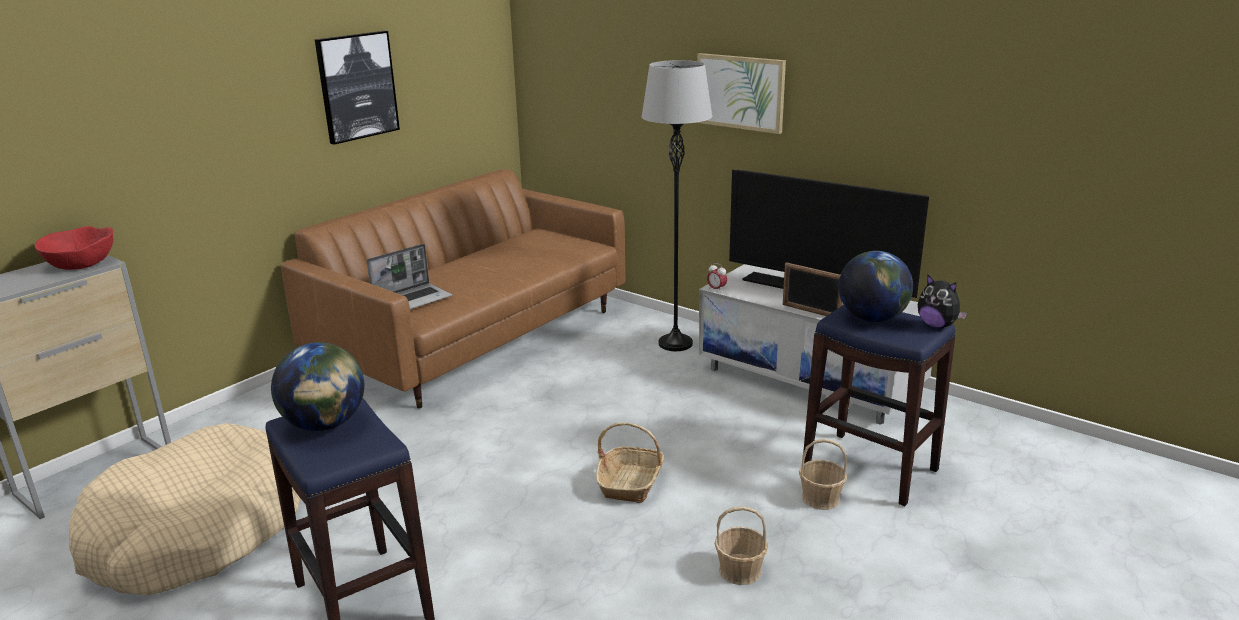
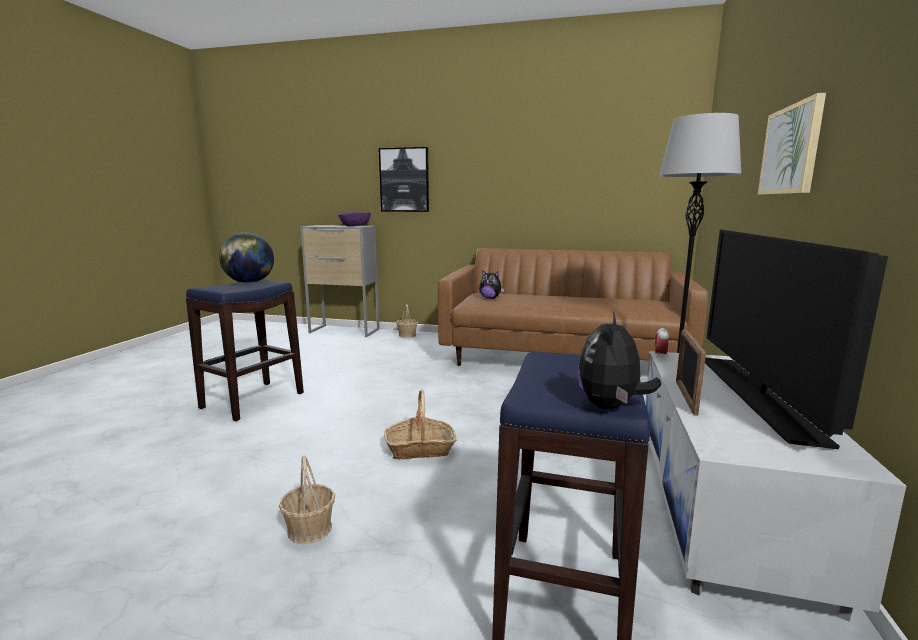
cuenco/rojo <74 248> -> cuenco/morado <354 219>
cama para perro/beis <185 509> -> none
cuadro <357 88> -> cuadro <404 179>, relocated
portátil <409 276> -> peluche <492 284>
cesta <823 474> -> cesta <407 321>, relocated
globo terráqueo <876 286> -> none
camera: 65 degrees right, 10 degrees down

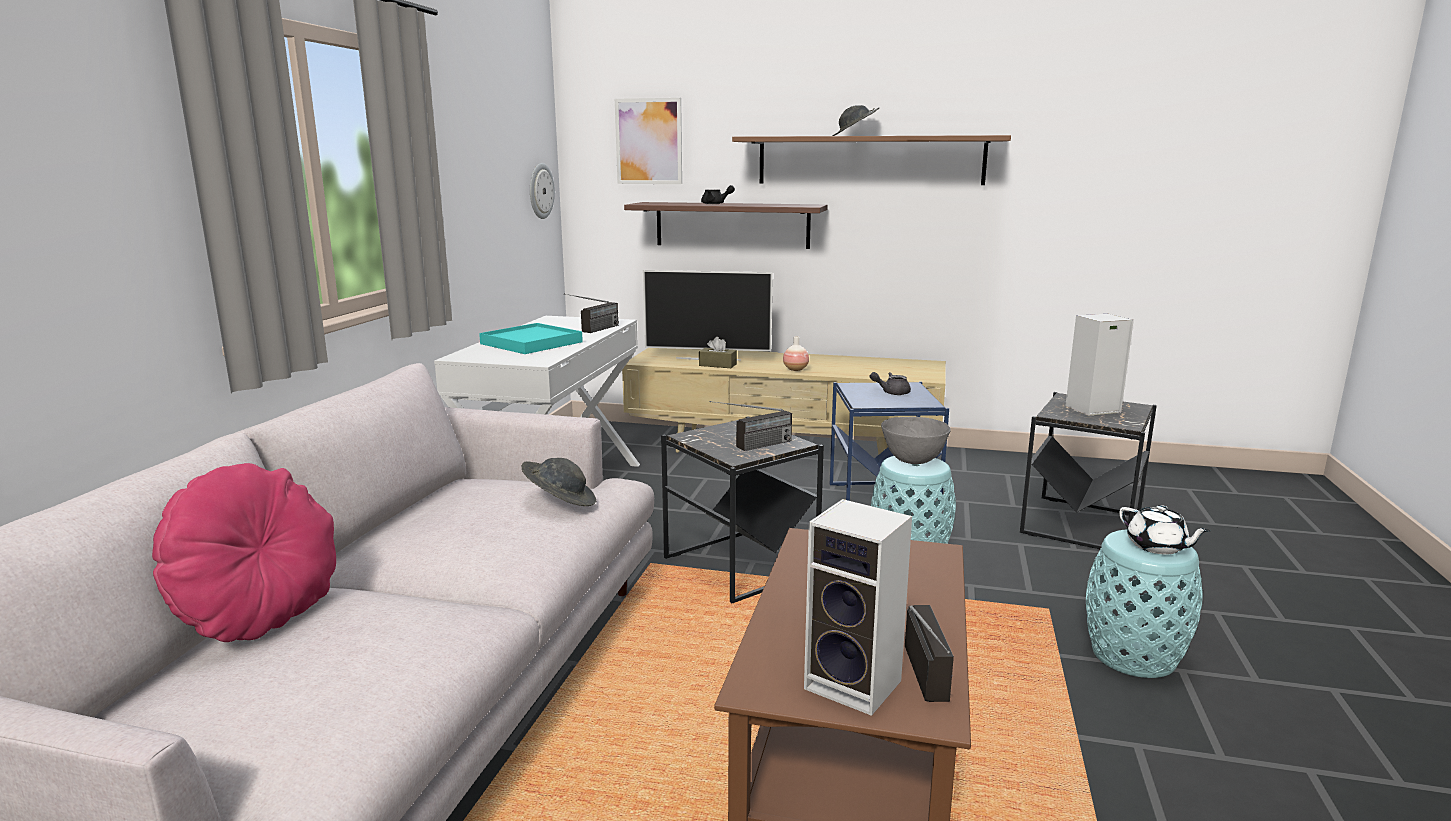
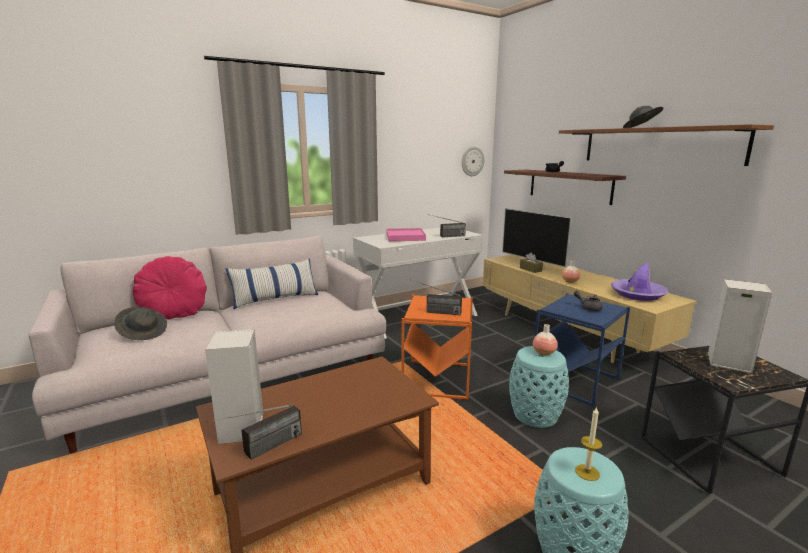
bandeja/turquesa <531 338> -> bandeja/rosa <406 234>
sombrero/gris <559 482> -> sombrero/gris <140 323>, relocated
cuadro <648 141> -> none
mesa auxiliar/negro <742 509> -> mesa auxiliar/naranja <437 347>
cuenco/gris <916 440> -> florero <545 339>
tetera/blanco <1164 530> -> vela <589 444>
none -> cojín <272 283>
none -> sombrero/morado <639 281>
camera: 45 degrees right, 0 degrees up

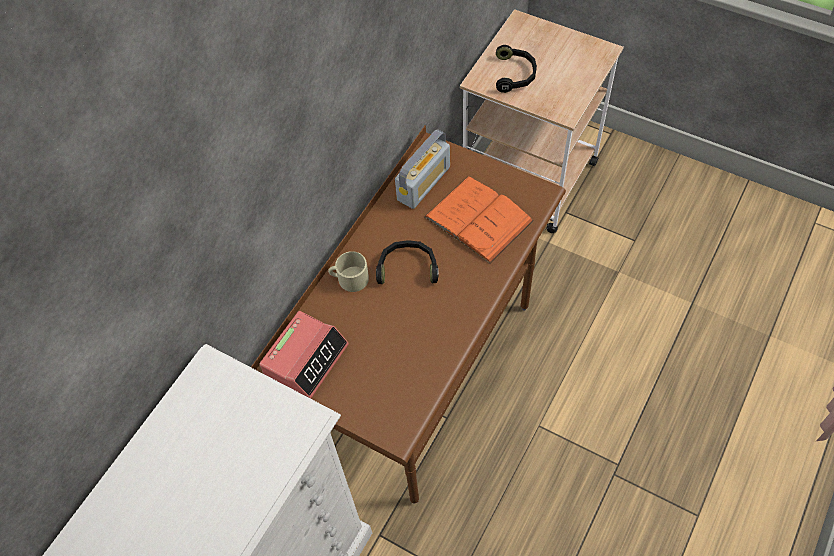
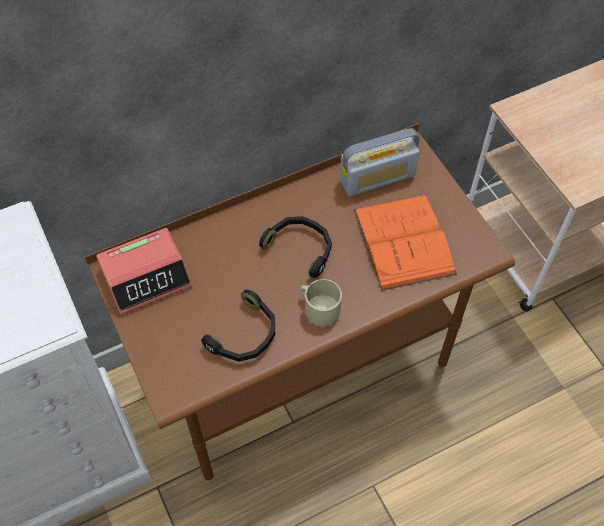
taza grande/beis <348 271> -> taza grande/beis <321 302>, relocated
auriculares/negro <516 69> -> auriculares/negro <238 325>, relocated
camera: 30 degrees right, 0 degrees up

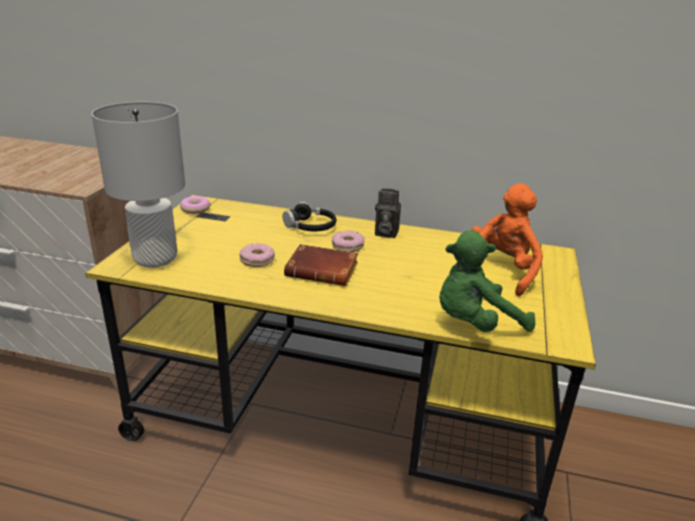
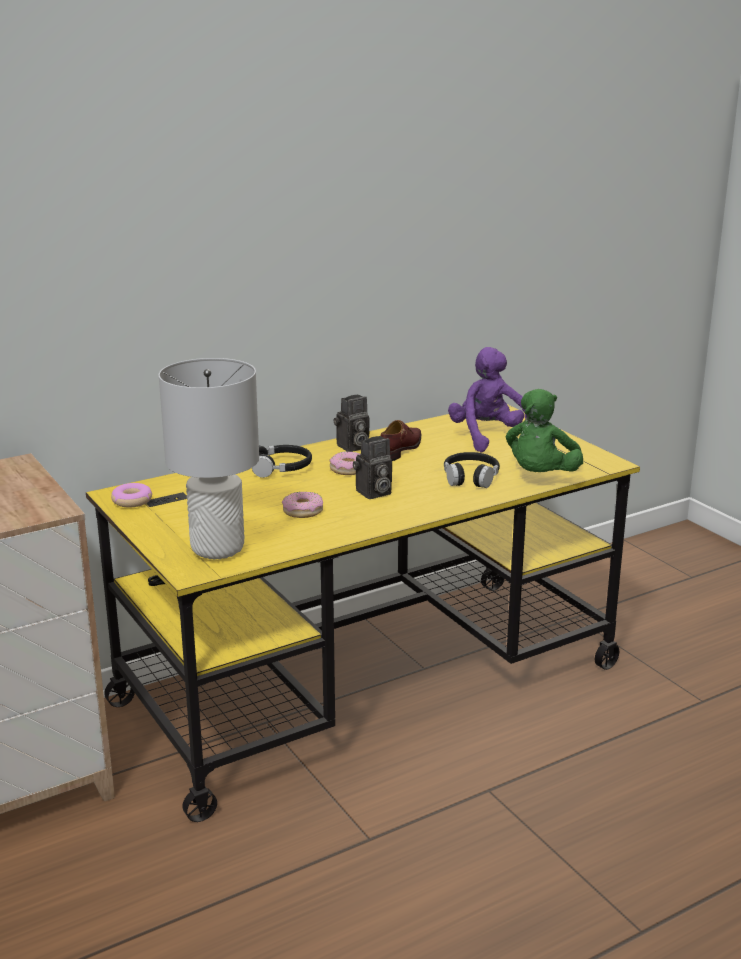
libro/marrón <321 265> -> cámara <372 467>
peluche/naranja <507 239> -> peluche/morado <487 399>
none -> zapato/marrón <401 440>
none -> auriculares/negro <472 470>
camera: 45 degrees left, 5 degrees down

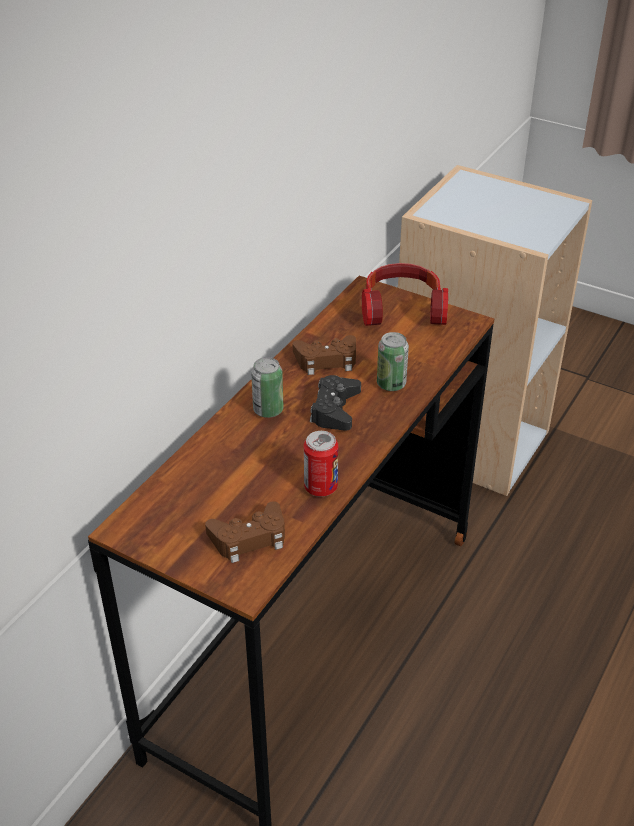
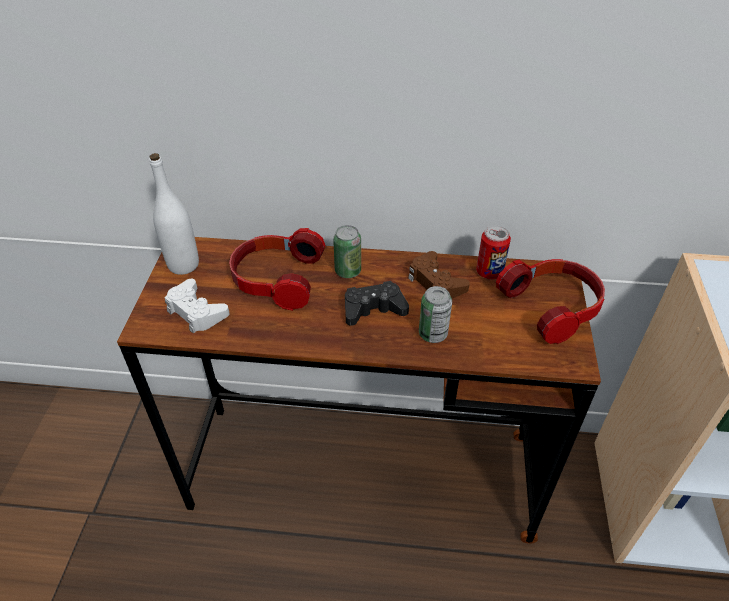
mando de consola/marrón <245 532> -> mando de consola/blanco <196 306>
lata <321 464> -> lata <493 252>, relocated
none -> botella/blanco <174 214>
none -> auriculares <277 269>
camera: 65 degrees right, 5 degrees up

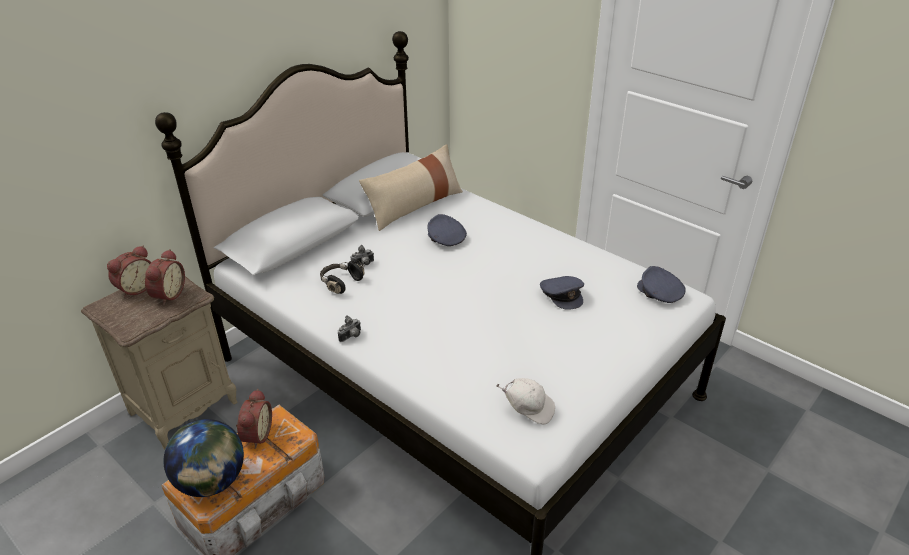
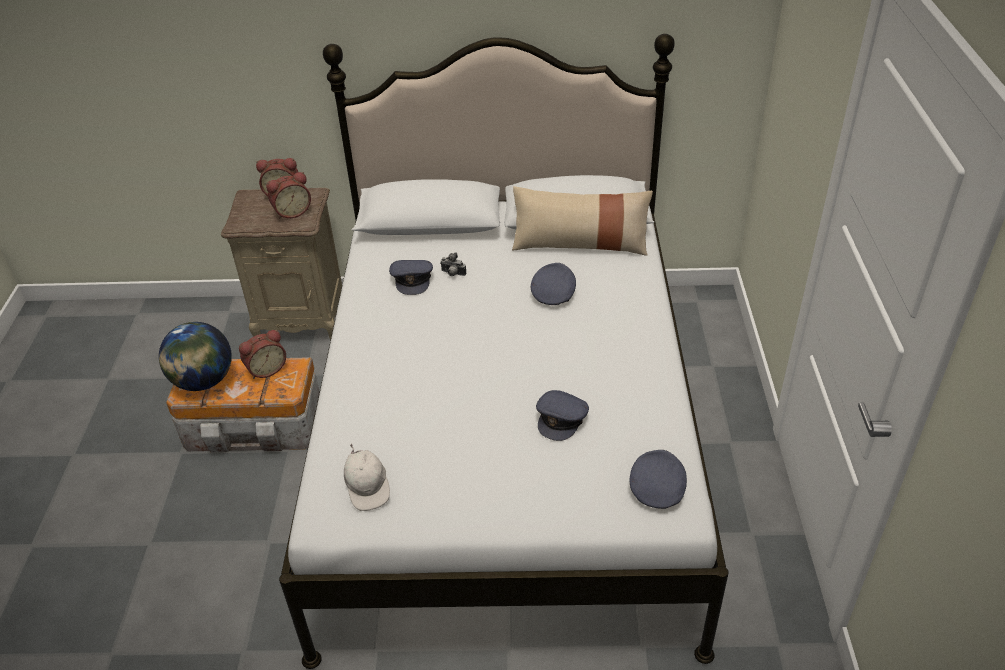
auriculares/negro <342 276> -> gorra/gris <411 277>
cámara <349 329> -> none
camera: 50 degrees right, 5 degrees up

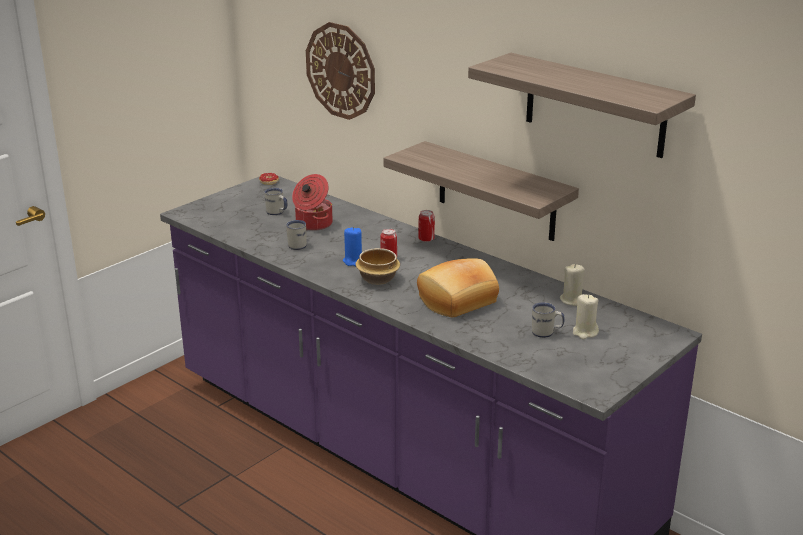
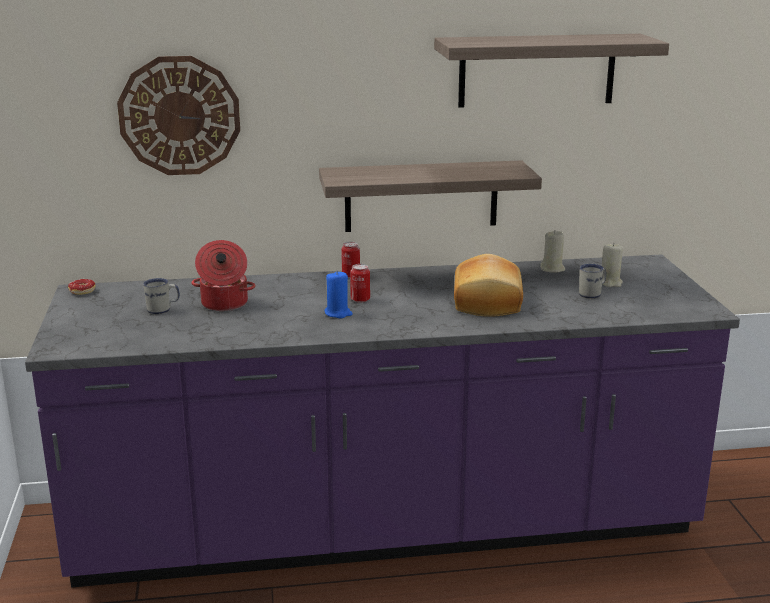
taza grande/blanco <296 235> -> none
cuenco <377 266> -> none
camera: 50 degrees left, 5 degrees down

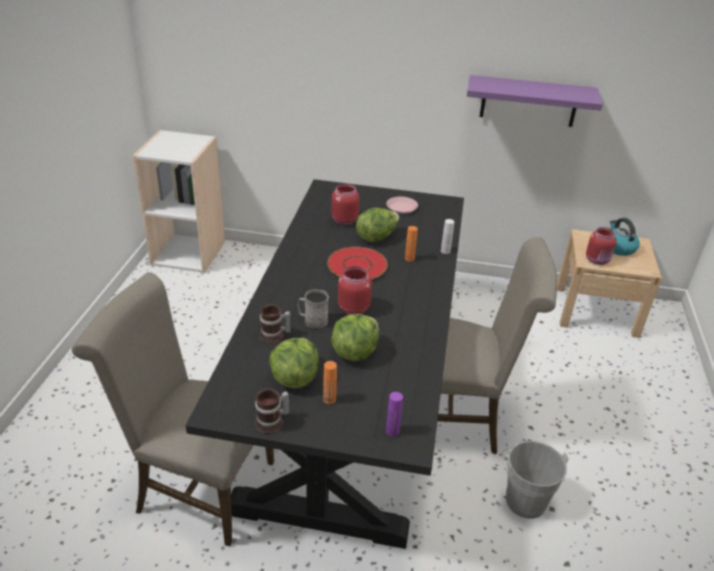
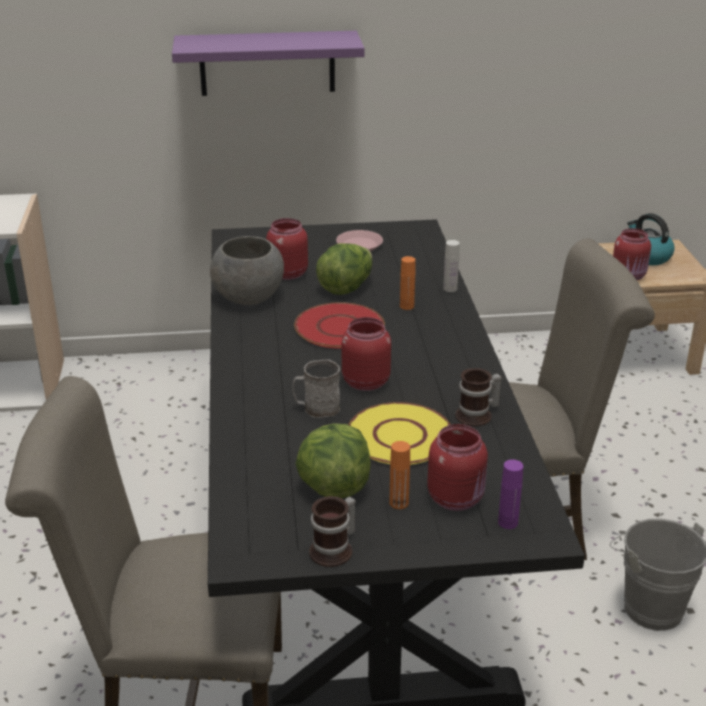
taza grande <275 324> -> taza grande <478 397>, relocated
lechuga <355 337> -> plato/amarillo <399 433>
estante/morado <535 101> -> estante/morado <268 63>, relocated
none -> cuenco/gris <247 270>
none -> tarro/rojo <457 467>
camera: 15 degrees left, 5 degrees down

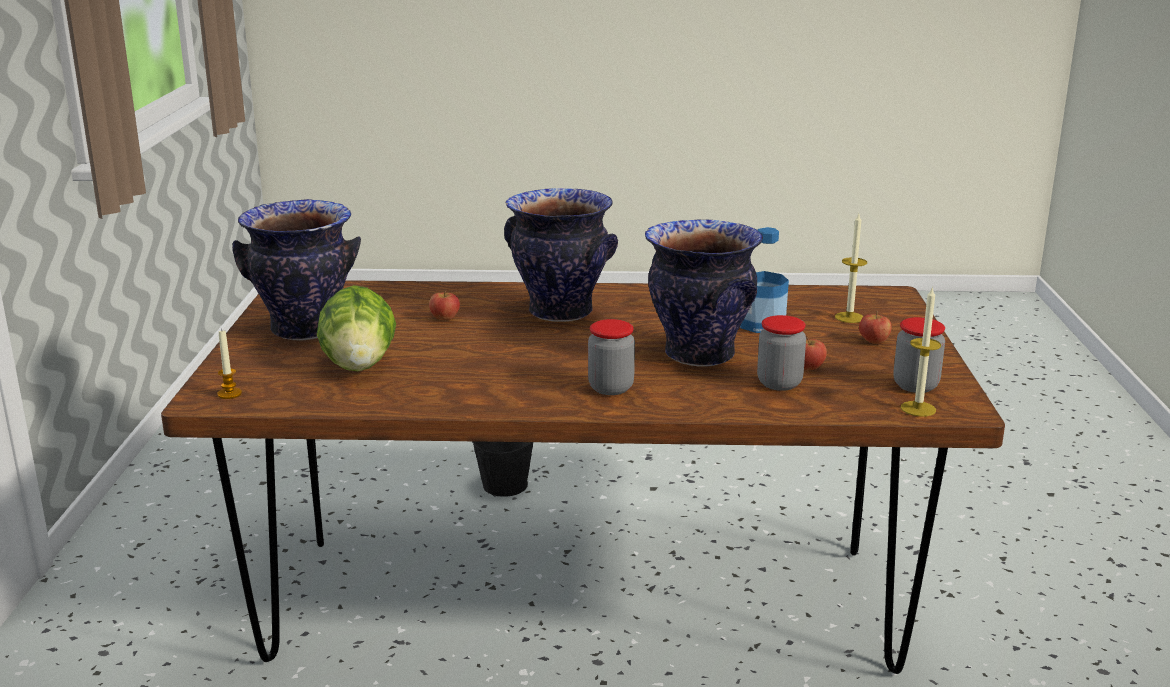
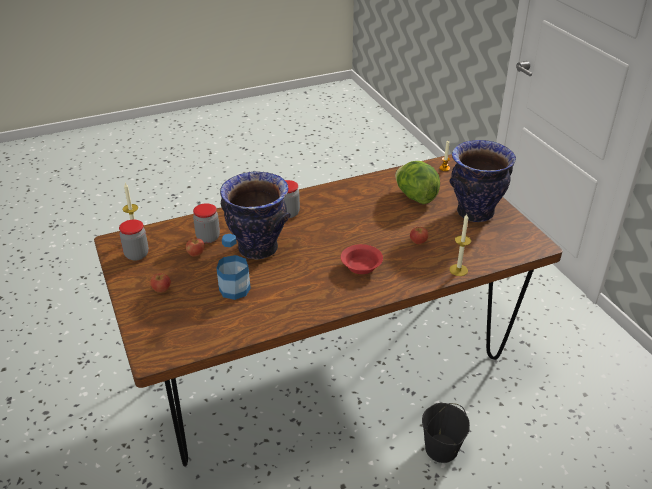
florero <561 255> -> cuenco/rojo <362 259>
vela <851 268> -> vela <460 245>, relocated
camera: 155 degrees right, 15 degrees up

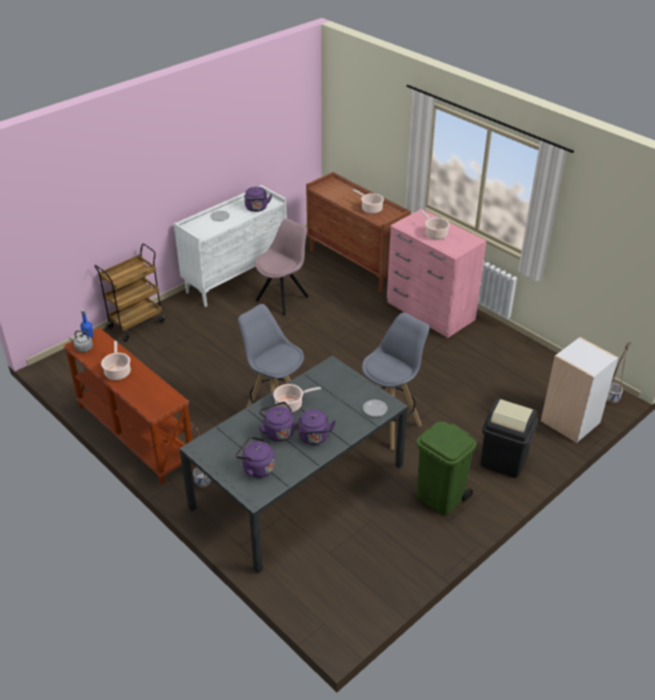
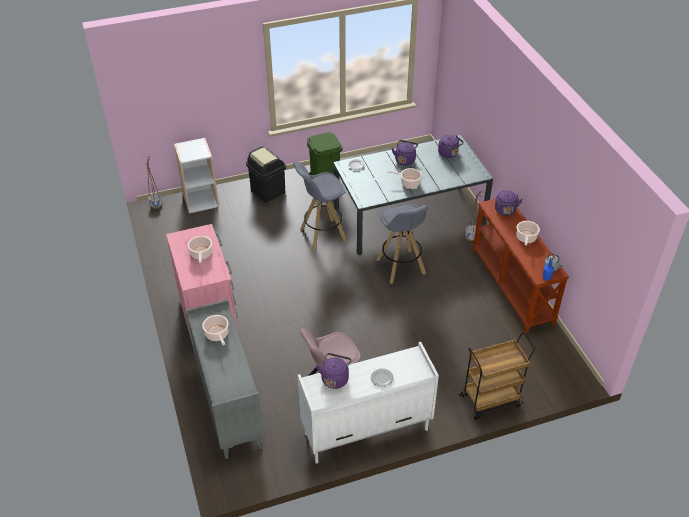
hervidor/morado <277 422> -> hervidor/morado <509 202>, relocated
armario/marrón <358 232> -> armario/gris <225 379>
camera: 155 degrees left, 5 degrees up

